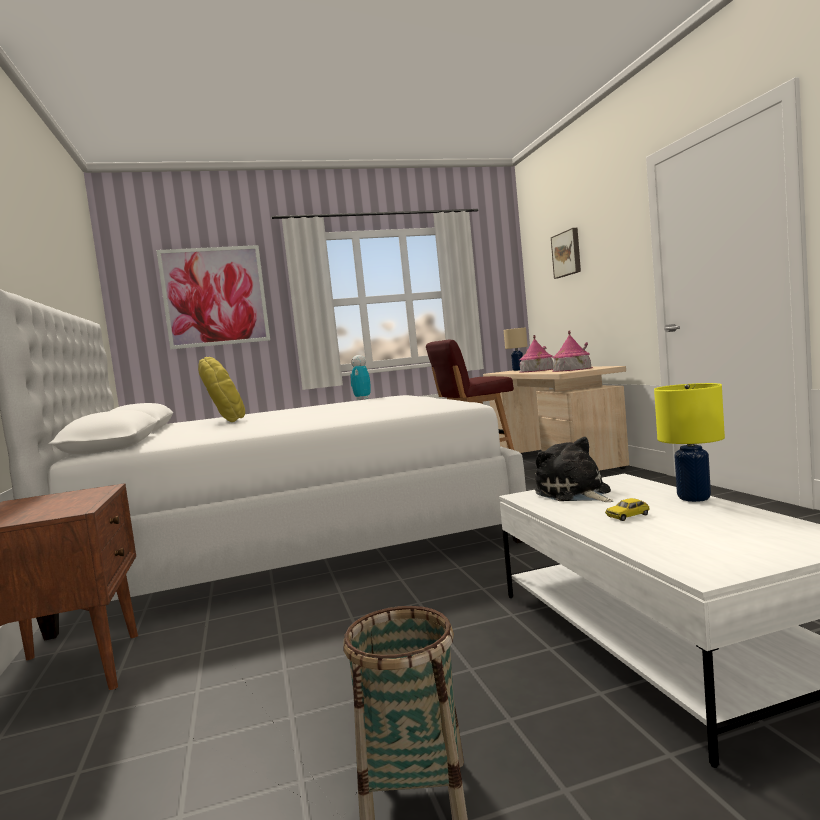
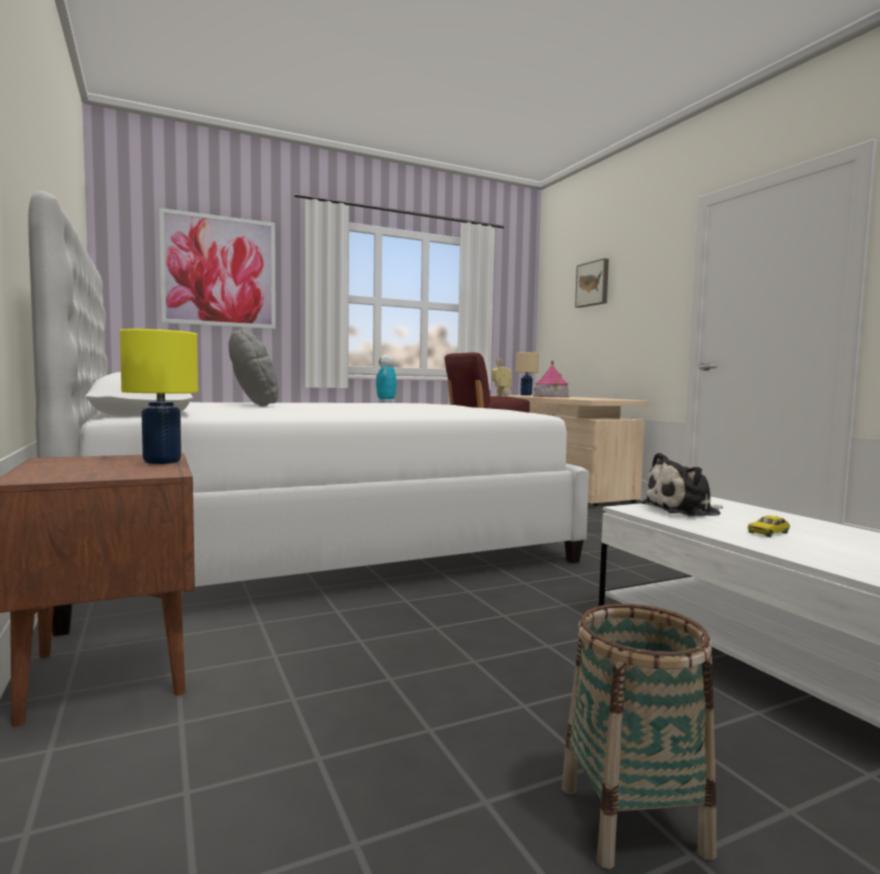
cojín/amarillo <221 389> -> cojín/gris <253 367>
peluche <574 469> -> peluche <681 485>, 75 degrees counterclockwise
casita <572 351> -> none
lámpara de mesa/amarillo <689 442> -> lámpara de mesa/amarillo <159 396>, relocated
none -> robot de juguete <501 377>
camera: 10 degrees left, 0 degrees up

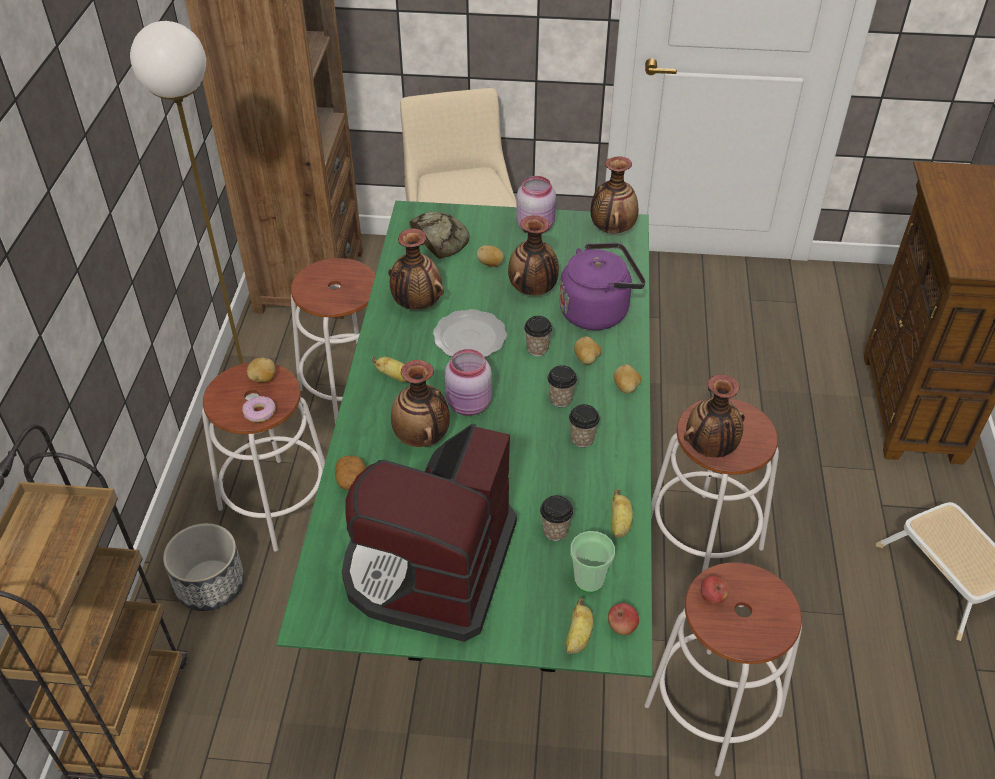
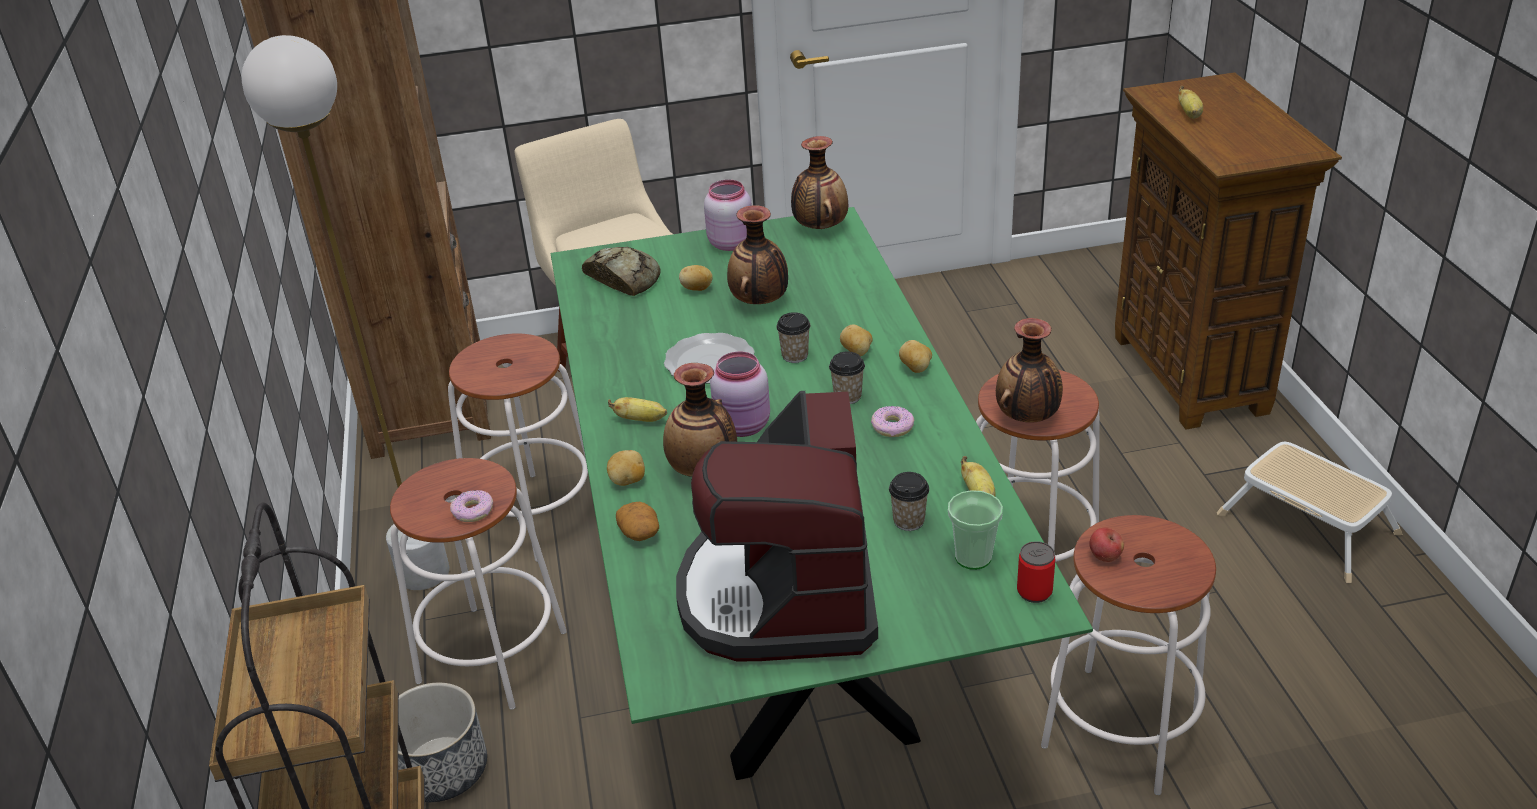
patata <261 370> -> patata <626 468>, relocated
florero <416 269> -> none
hervidor/morado <602 286> -> none
plátano <579 626> -> plátano <1190 102>, relocated
taza <584 426> -> rosquilla <893 421>
manzana <623 619> -> lata <1036 572>
camera: 15 degrees left, 10 degrees down

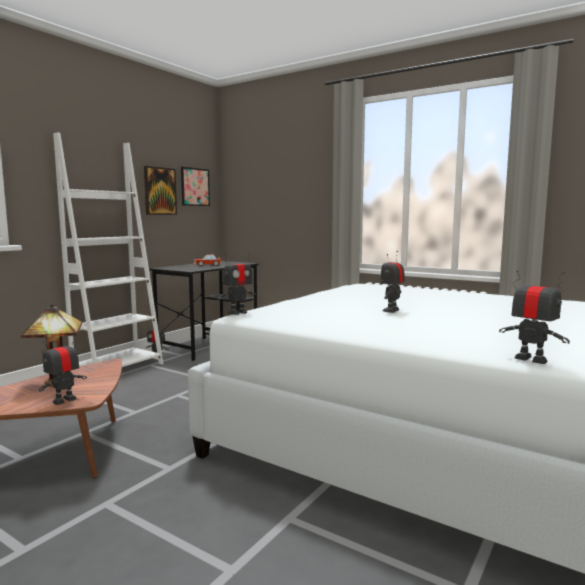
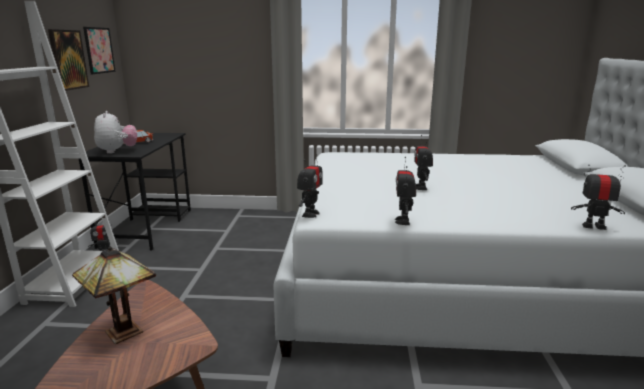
robot de juguete <63 369> -> robot de juguete <405 191>, relocated
none -> peluche <115 132>
camera: 30 degrees left, 10 degrees up

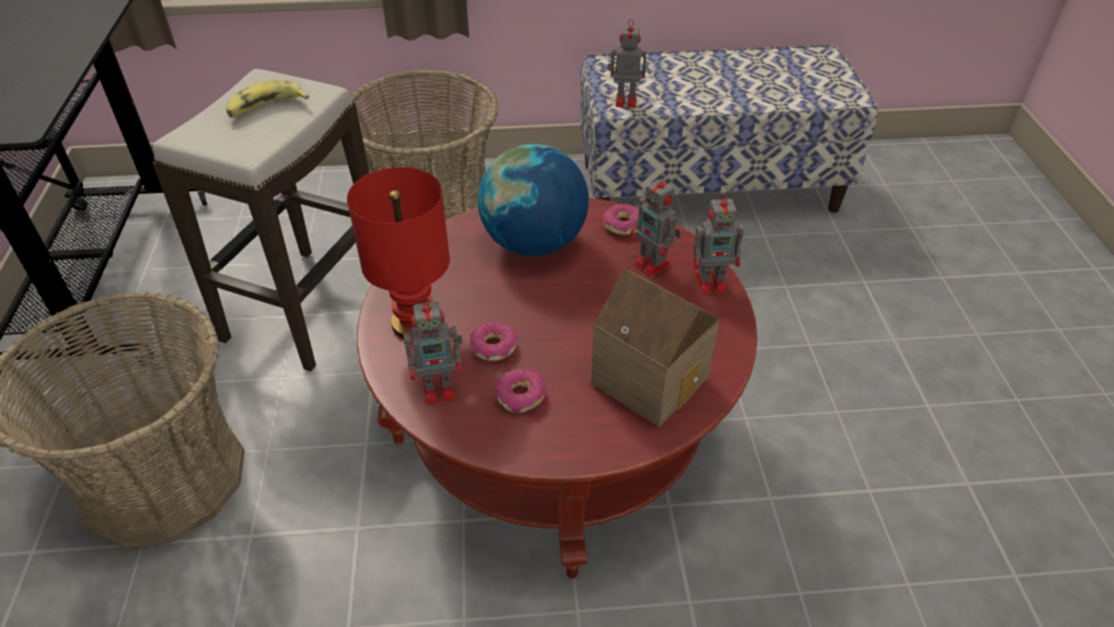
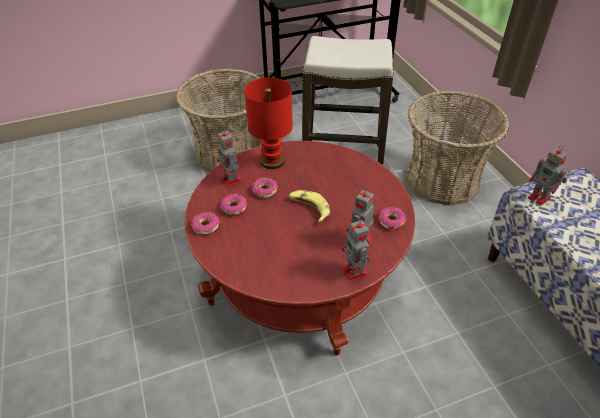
plátano <267 99> -> plátano <309 206>, relocated
globo terráqueo <533 200> -> none
casita <655 347> -> none
robot de juguete <627 63> -> robot de juguete <547 175>, 150 degrees clockwise
none -> rosquilla <205 223>
camera: 75 degrees right, 0 degrees up

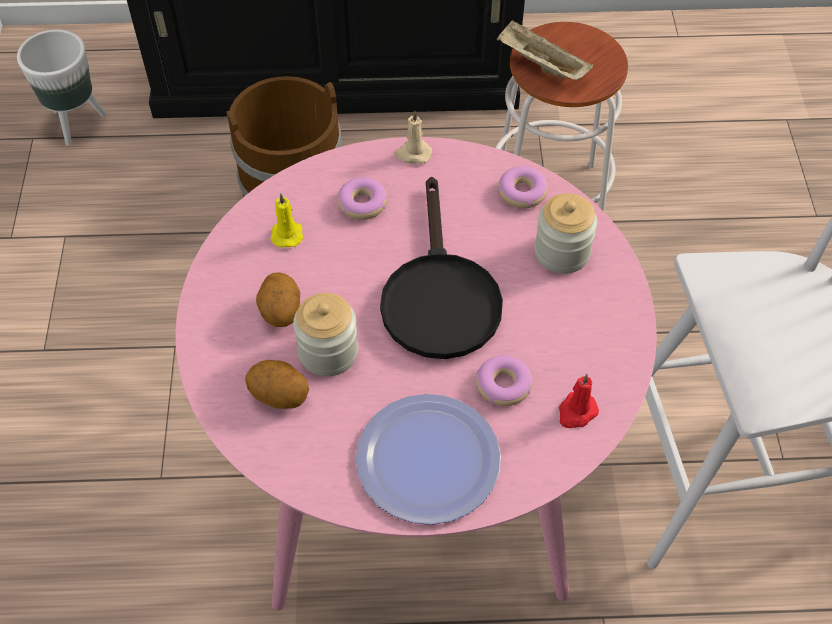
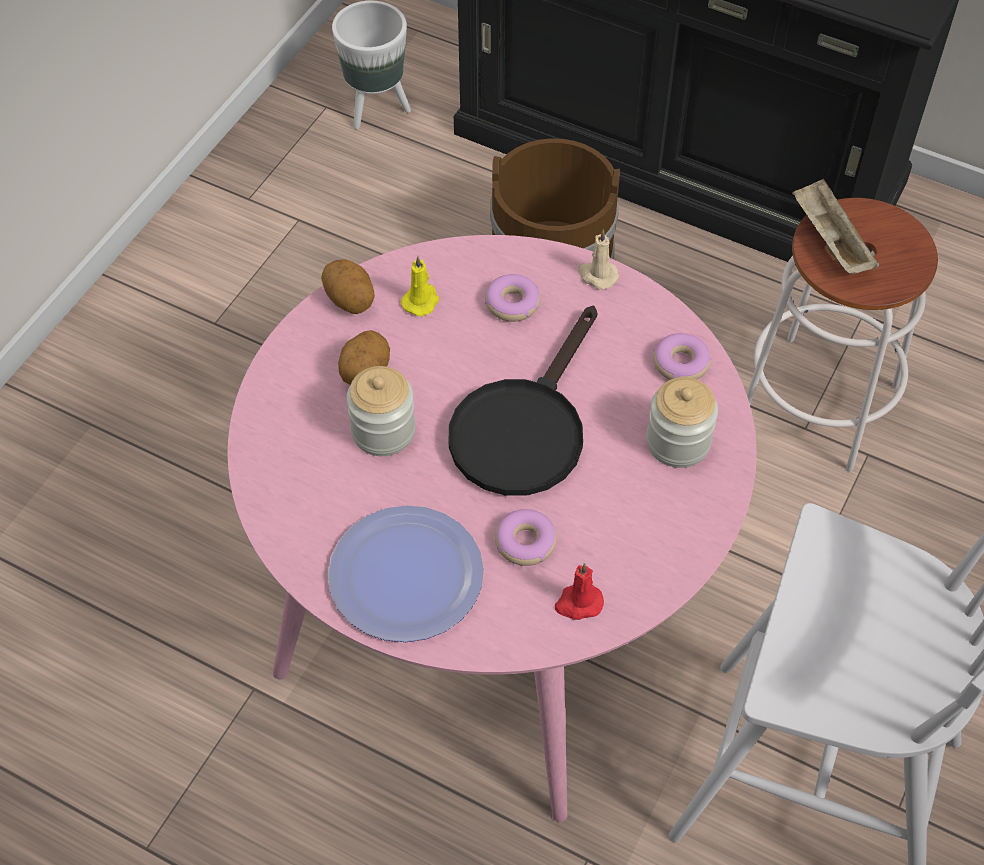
patata <277 384> -> patata <348 286>, relocated
camera: 30 degrees right, 0 degrees up

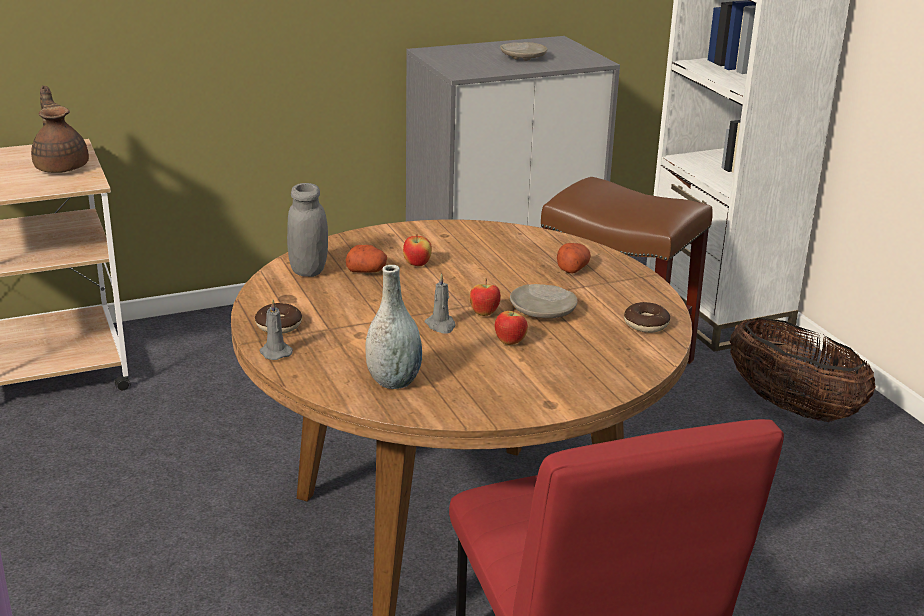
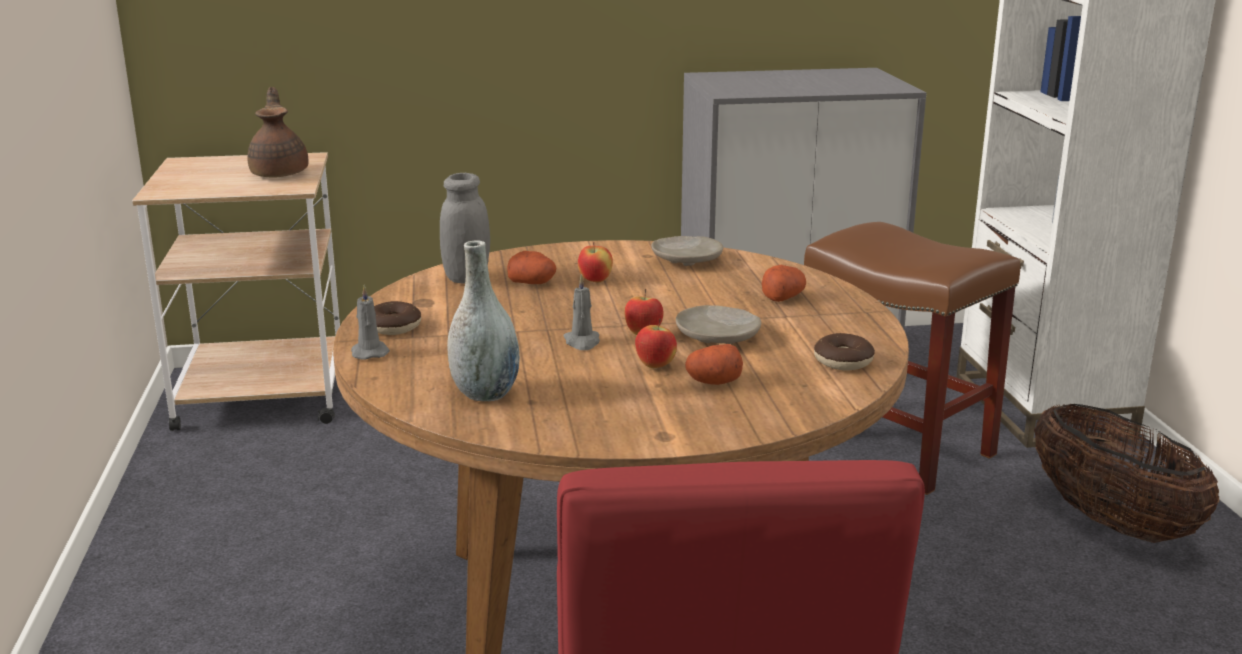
plato/beis <523 51> -> plato/beis <687 251>, relocated
none -> patata <714 364>
camera: 15 degrees right, 5 degrees down

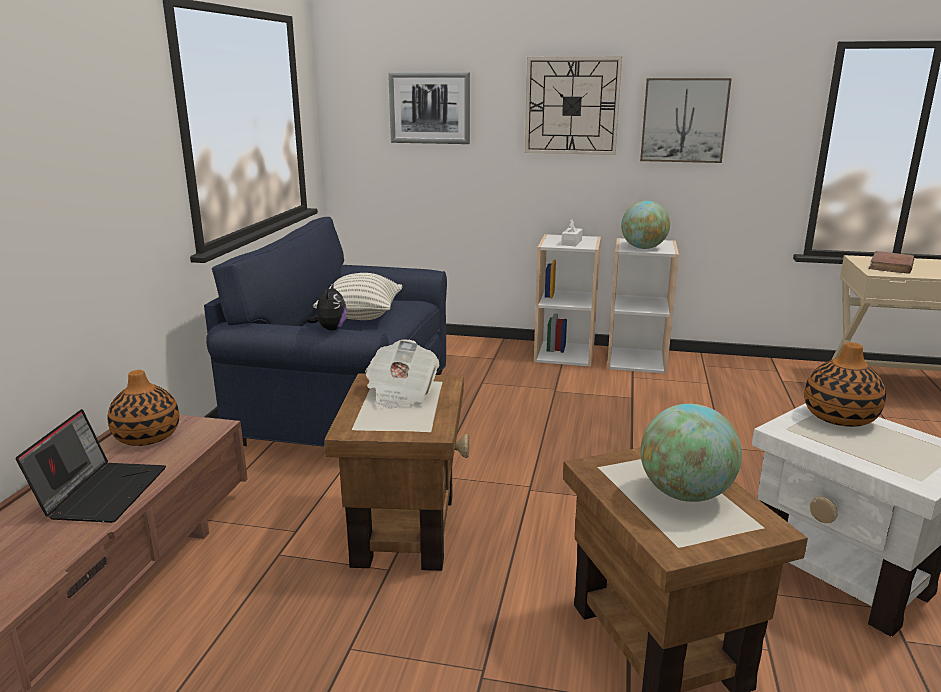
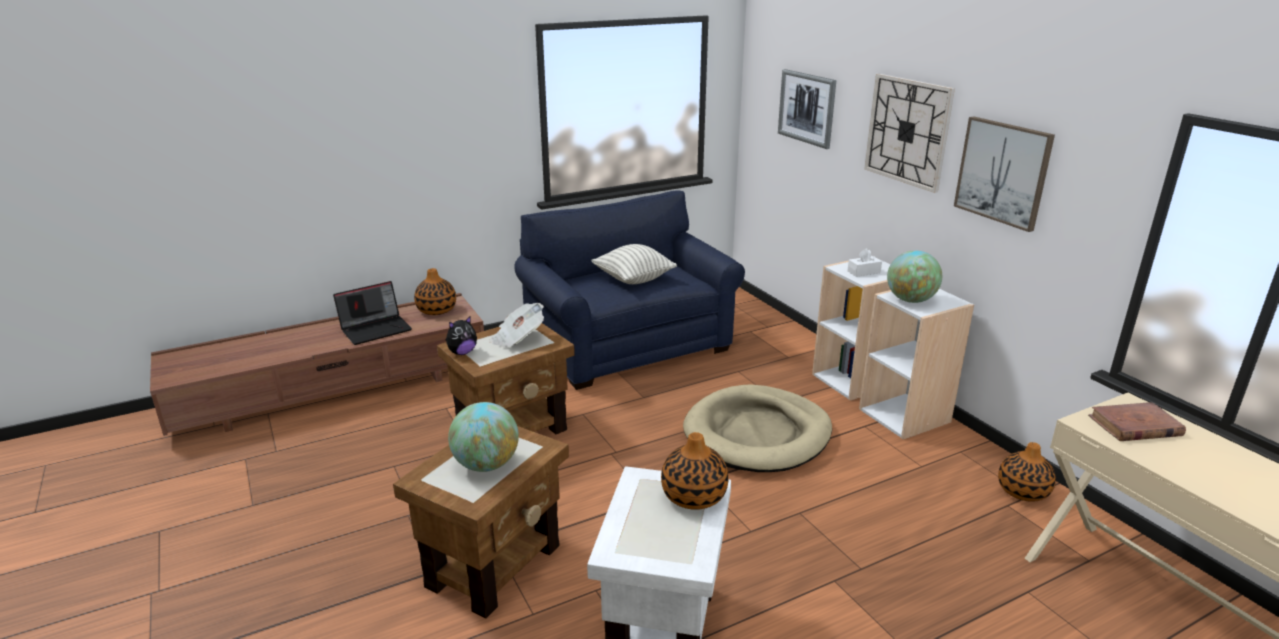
peluche <326 306> -> peluche <461 335>, relocated
none -> cama para perro/beis <757 428>
none -> florero <1027 472>
camera: 50 degrees right, 5 degrees up

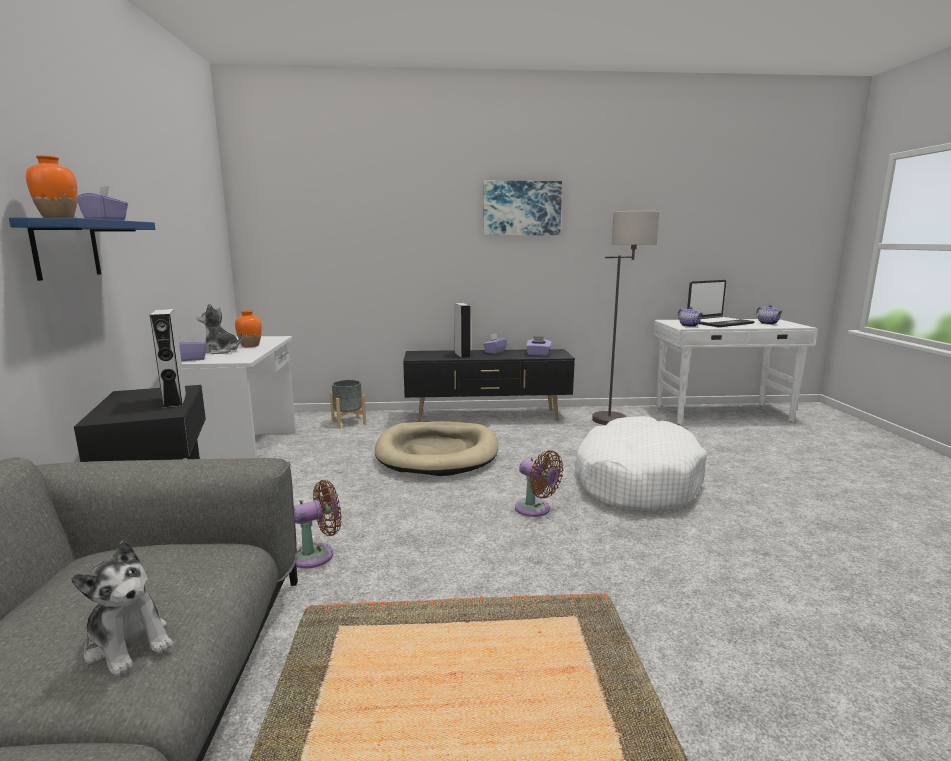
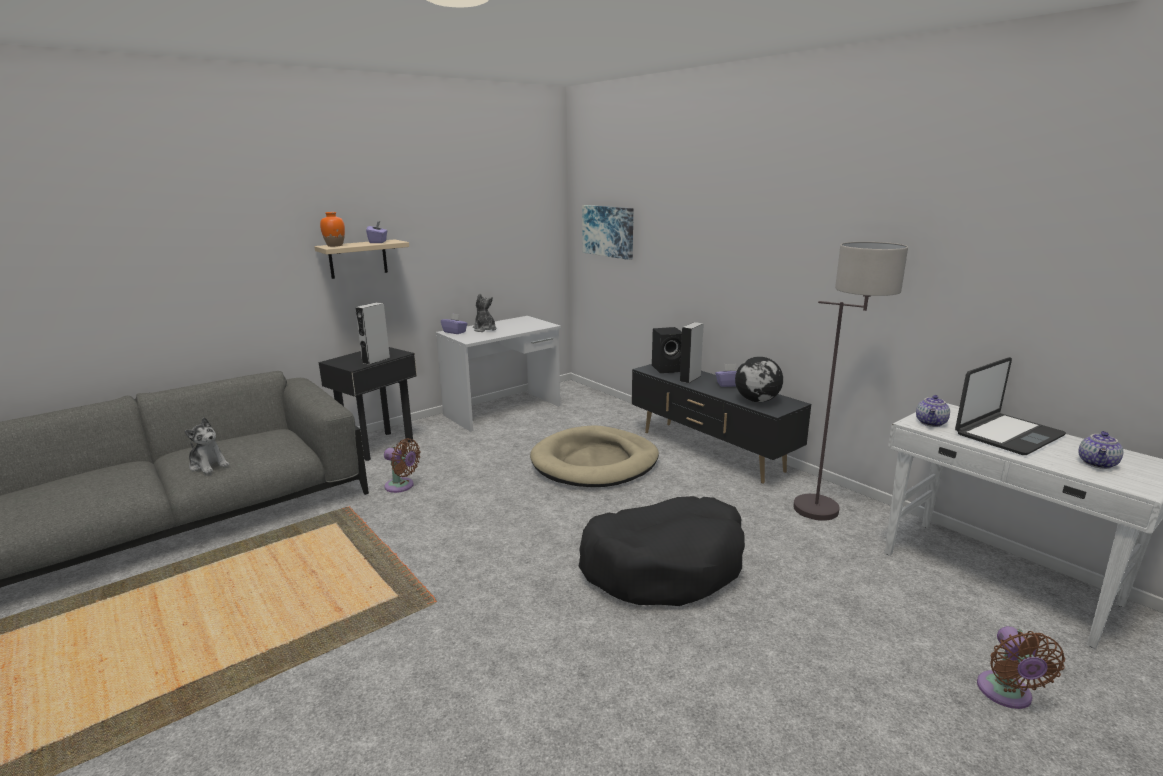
estante/azul <82 249> -> estante/beis <361 259>
peluche <122 609> -> peluche <207 446>, 60 degrees counterclockwise
florero/naranja <248 328> -> none
maceta/gris <348 404> -> none
cuadro <522 208> -> cuadro <607 232>, relocated
ventilador/marrón <539 483> -> ventilador/marrón <1021 667>, relocated
caja de pañuelos/morado <538 346> -> globo terráqueo <759 379>
cama para perro/blanco <640 463> -> cama para perro/negro <662 551>
portátil <721 303> -> portátil <1010 406>, 60 degrees counterclockwise
none -> altavoz/negro <667 350>
camera: 55 degrees right, 5 degrees up

